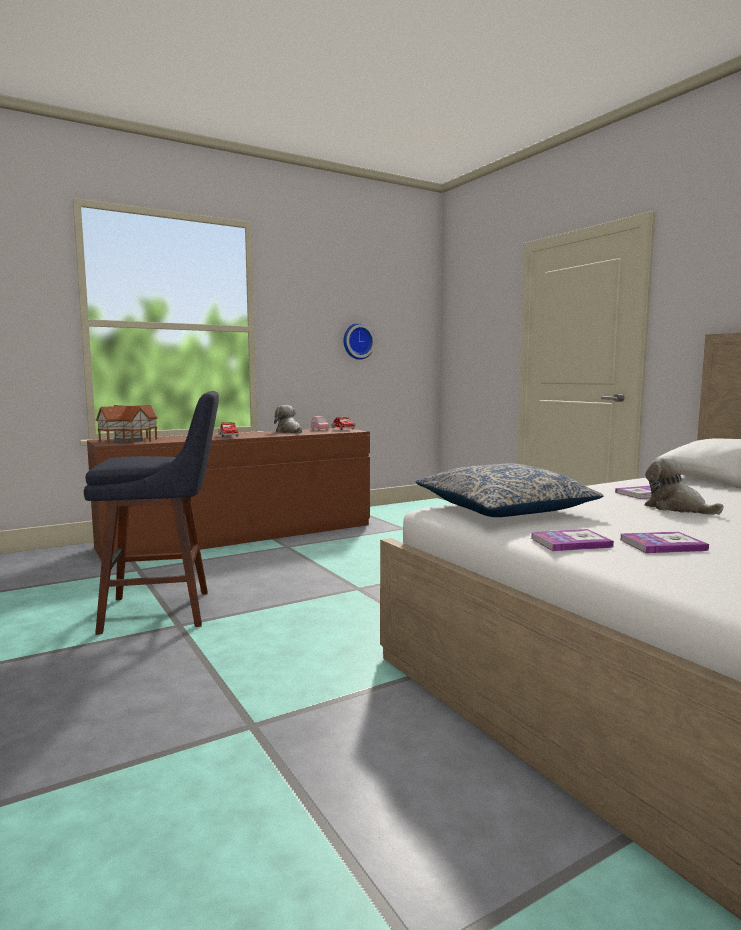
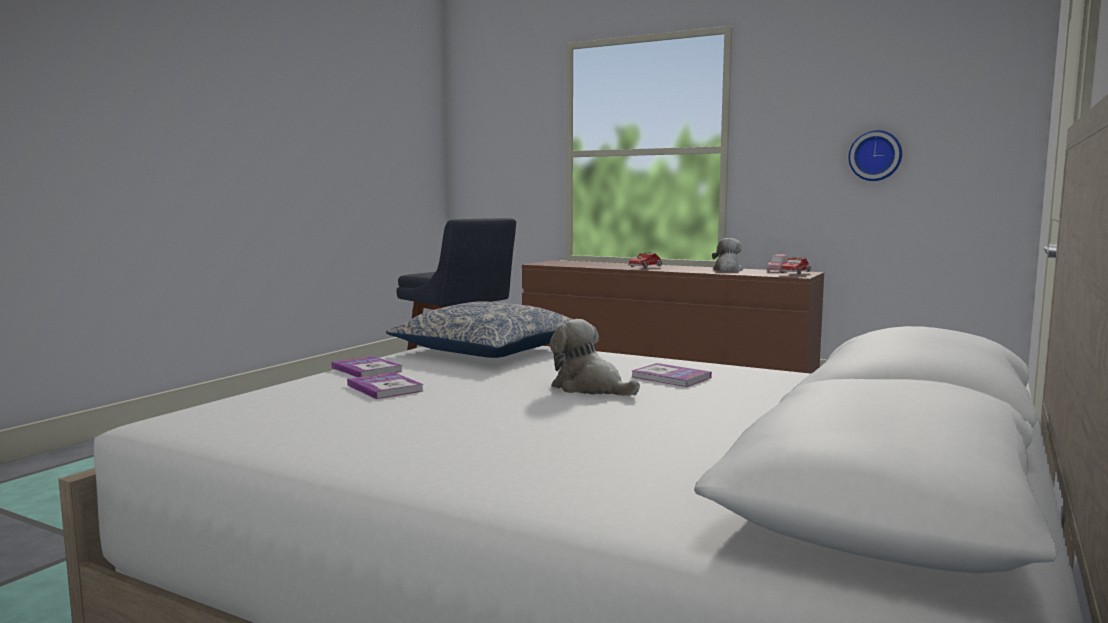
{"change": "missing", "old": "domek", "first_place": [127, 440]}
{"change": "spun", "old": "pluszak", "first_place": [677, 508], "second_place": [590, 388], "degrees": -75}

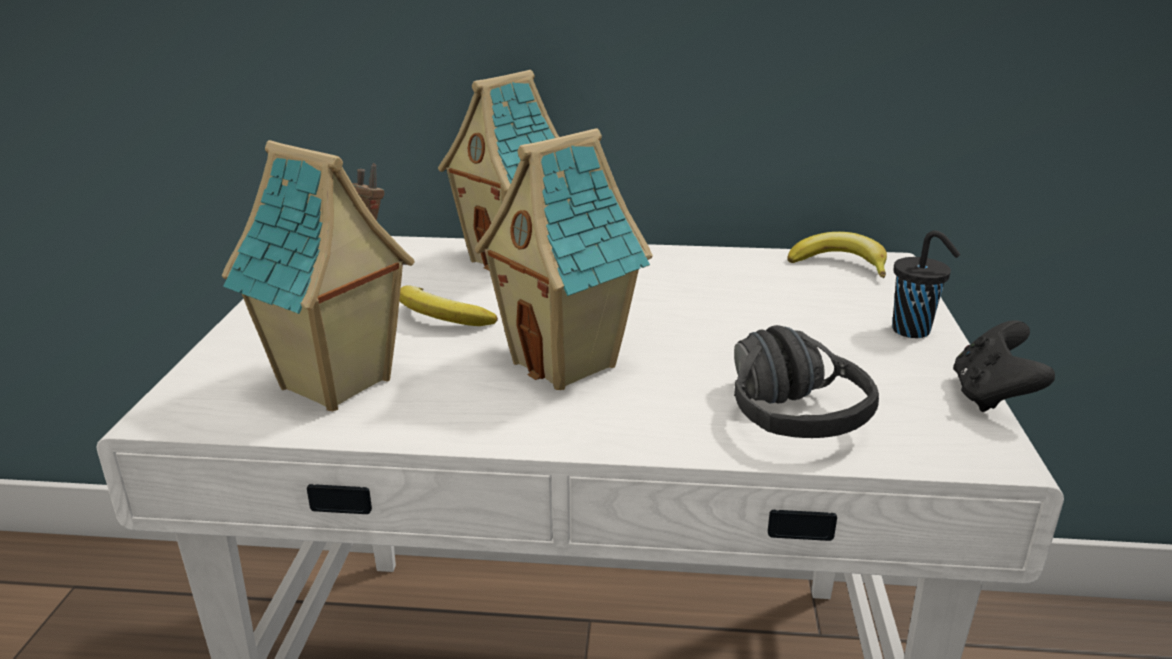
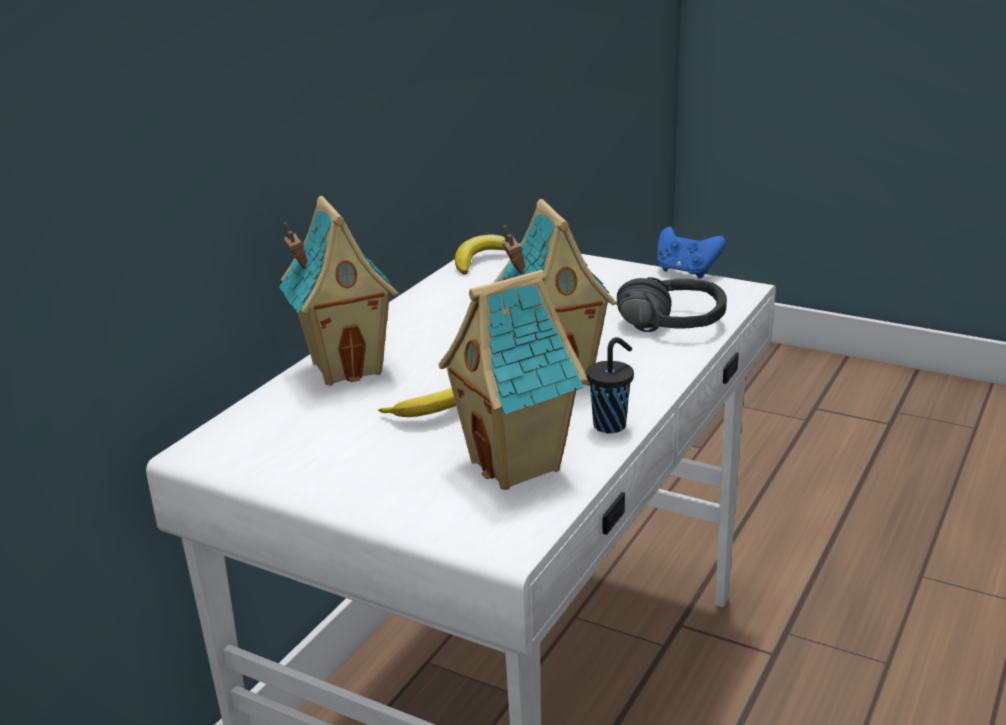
{"change": "relocated", "old": "filiżanka [czarny]", "first_place": [913, 331], "second_place": [611, 425]}
{"change": "colour", "old": "pad do gier [czarny]", "new": "pad do gier [niebieski]", "first_place": [991, 396], "second_place": [686, 271]}

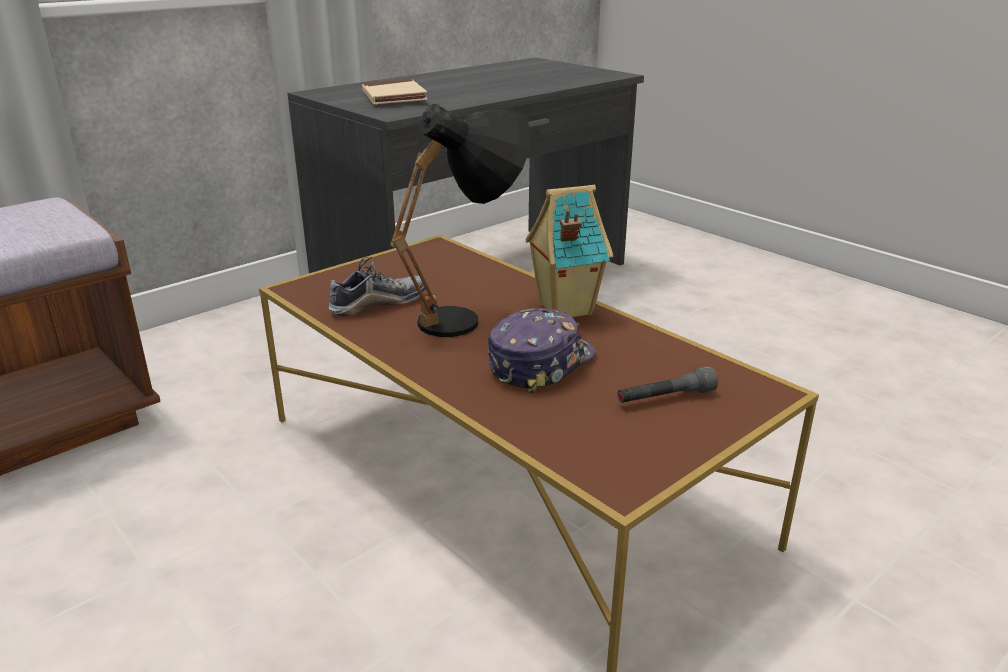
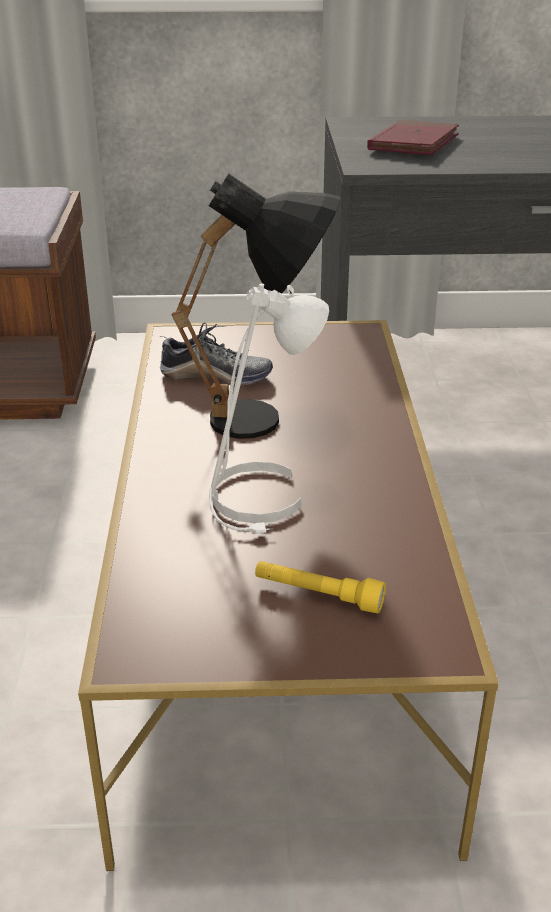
{"change": "colour", "old": "książka [beżowy]", "new": "książka [czerwony]", "first_place": [394, 97], "second_place": [413, 144]}
{"change": "missing", "old": "domek", "first_place": [564, 309]}
{"change": "exchanged", "old": "czapka z daszkiem", "new": "lampa stołowa [biały]", "first_place": [540, 363], "second_place": [260, 499]}
{"change": "colour", "old": "latarka [szary]", "new": "latarka [żółty]", "first_place": [665, 398], "second_place": [318, 595]}

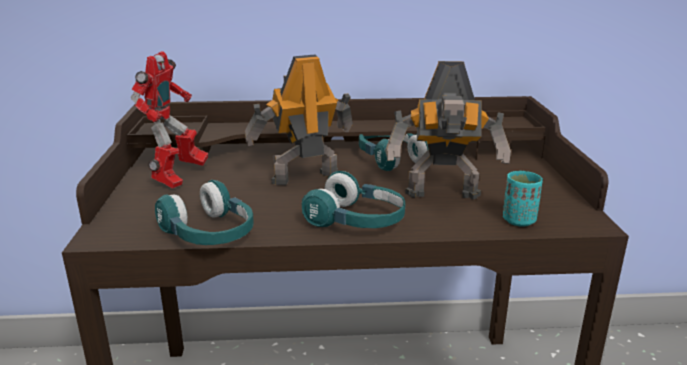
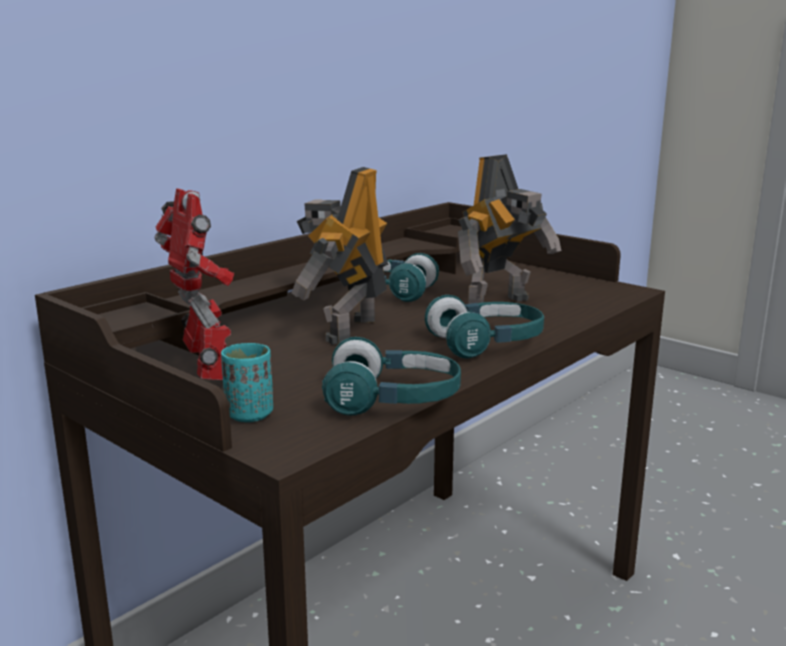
{"change": "relocated", "old": "filiżanka [turkusowy]", "first_place": [519, 220], "second_place": [249, 414]}

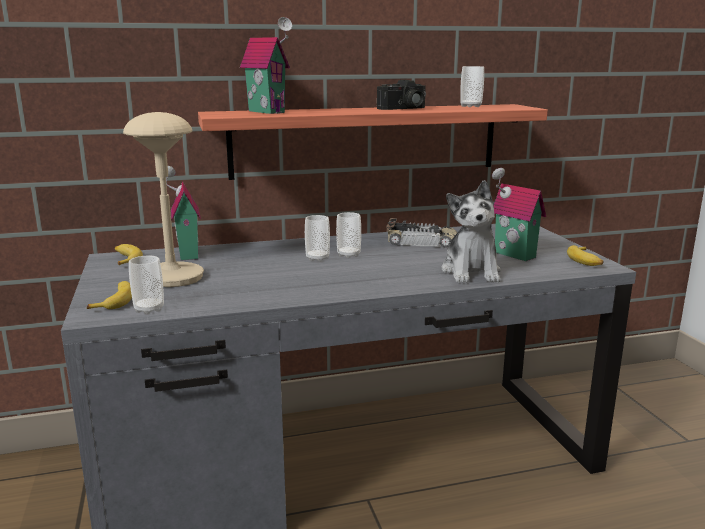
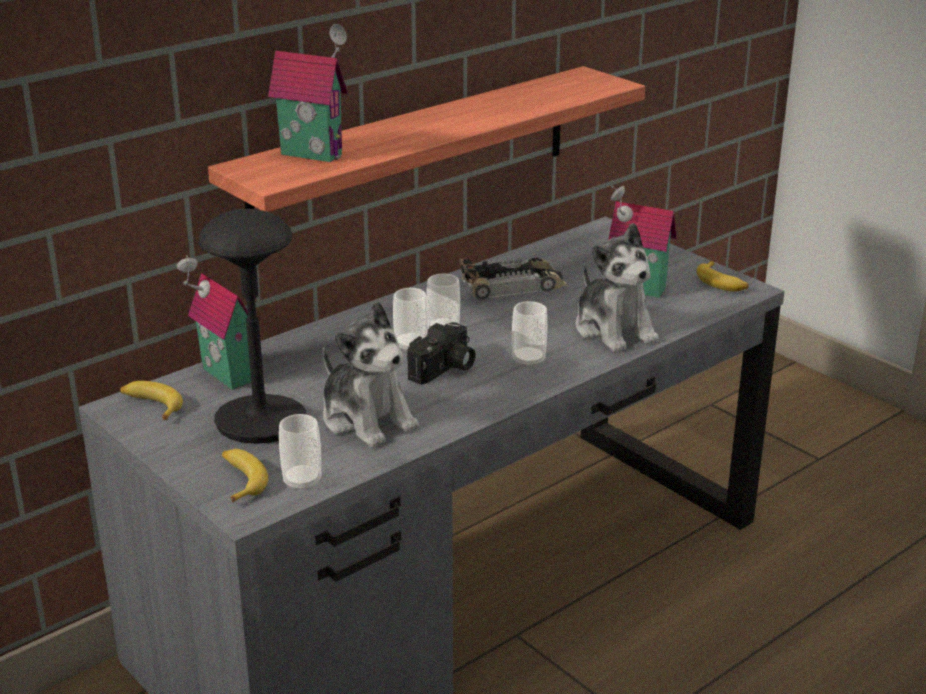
{"change": "relocated", "old": "filiżanka", "first_place": [470, 106], "second_place": [528, 361]}
{"change": "relocated", "old": "aparat fotograficzny", "first_place": [404, 108], "second_place": [444, 370]}
{"change": "colour", "old": "lampa stołowa [beżowy]", "new": "lampa stołowa [czarny]", "first_place": [171, 277], "second_place": [260, 423]}
{"change": "appeared", "new": "pluszak", "second_place": [367, 419]}

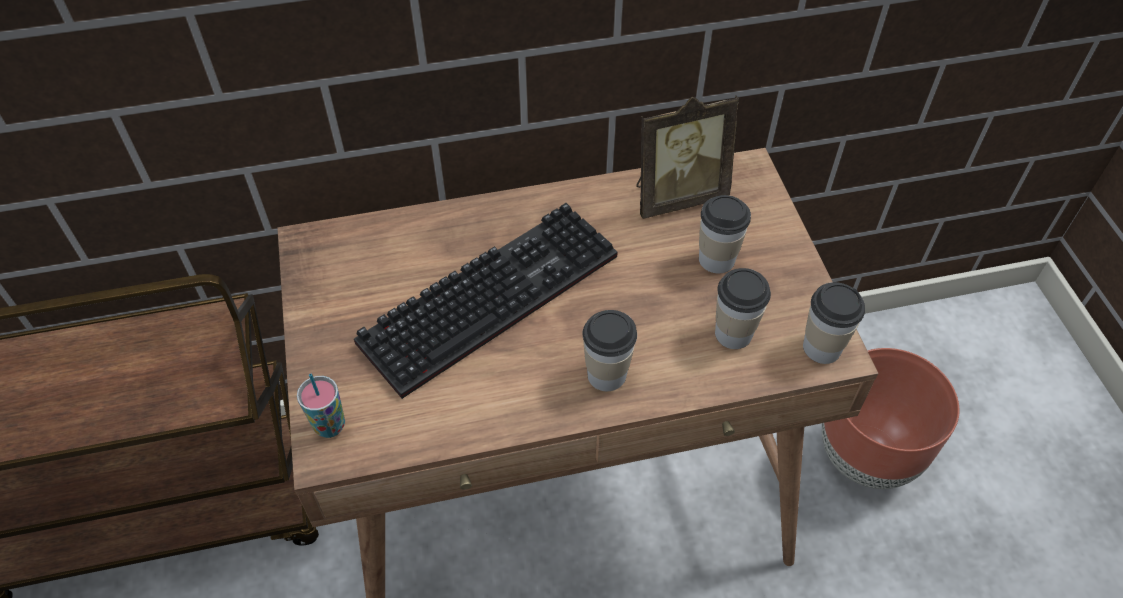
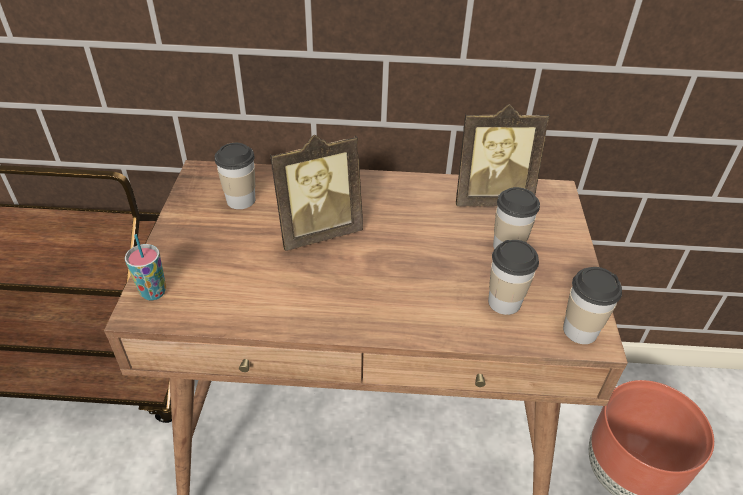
{"change": "exchanged", "old": "klawiatura", "new": "ramka na zdjęcie", "first_place": [491, 293], "second_place": [318, 232]}
{"change": "relocated", "old": "filiżanka", "first_place": [607, 374], "second_place": [241, 200]}

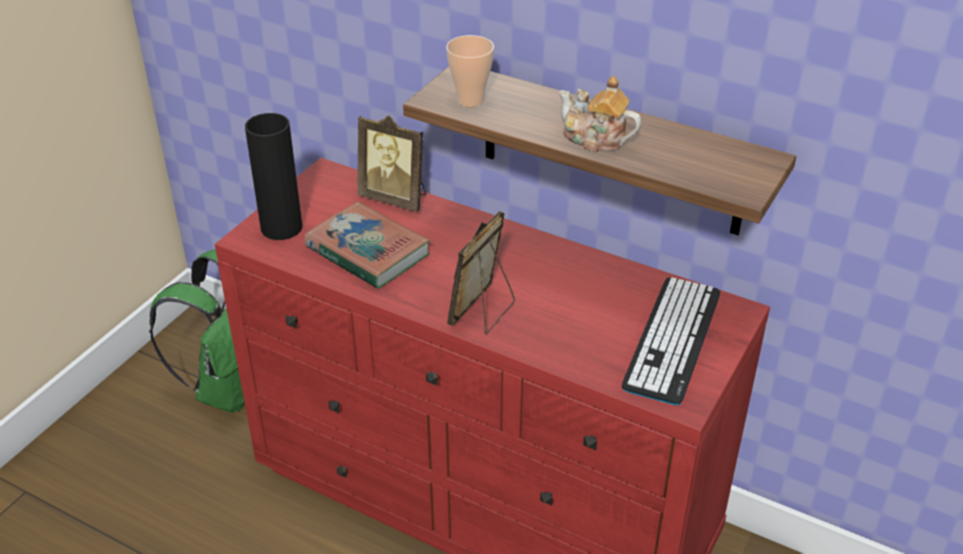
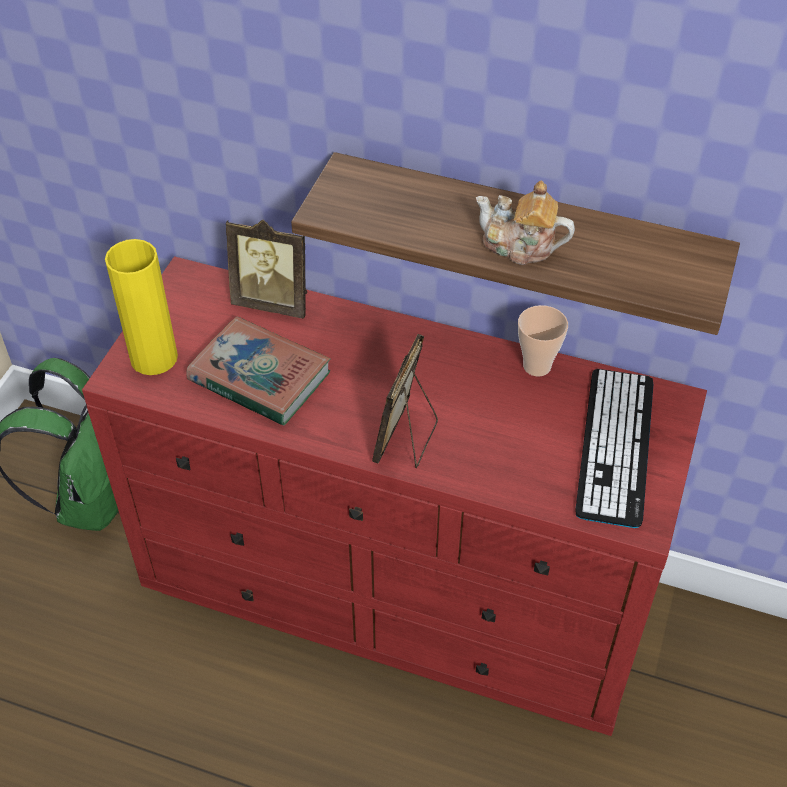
{"change": "relocated", "old": "filiżanka", "first_place": [470, 100], "second_place": [537, 366]}
{"change": "colour", "old": "wazon [czarny]", "new": "wazon [żółty]", "first_place": [281, 228], "second_place": [154, 358]}

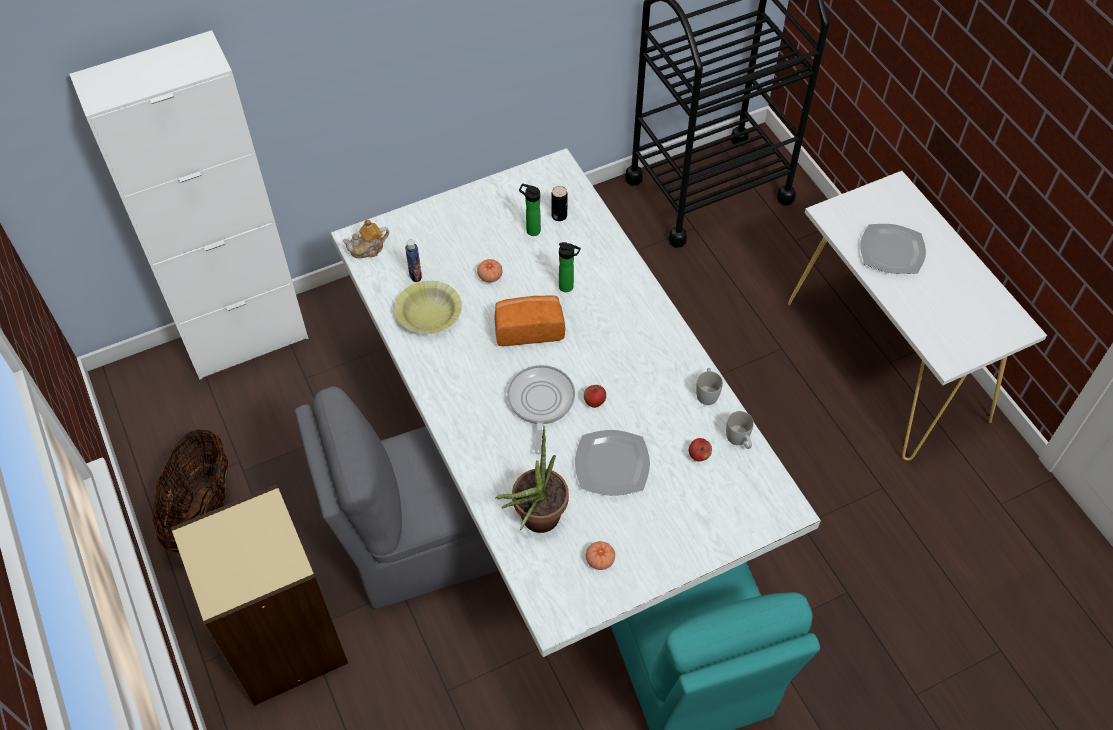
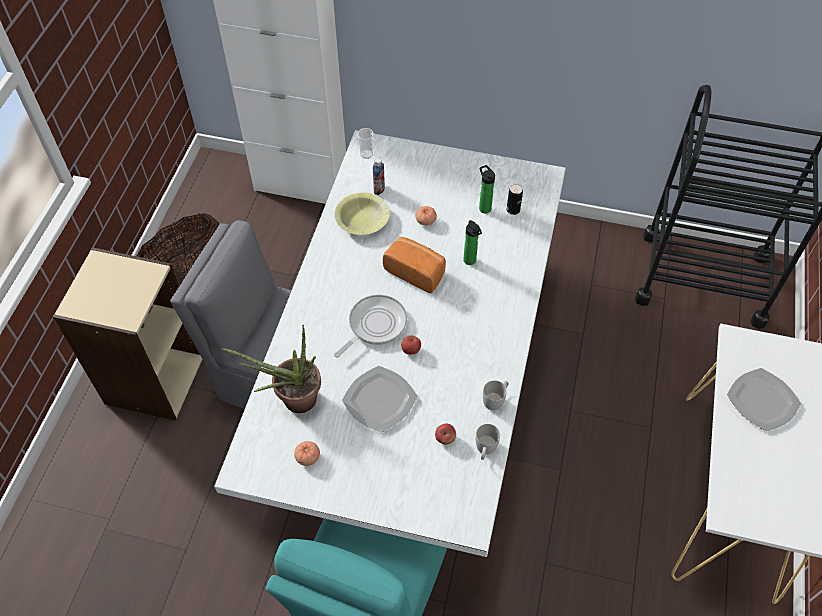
{"change": "exchanged", "old": "imbryk", "new": "filiżanka", "first_place": [368, 249], "second_place": [366, 154]}

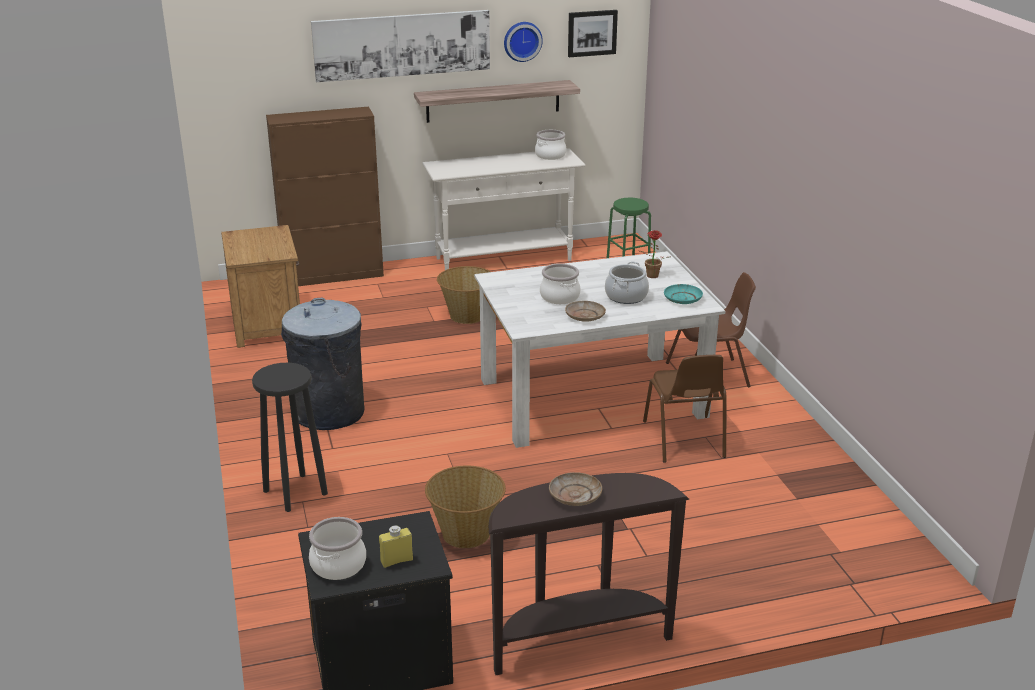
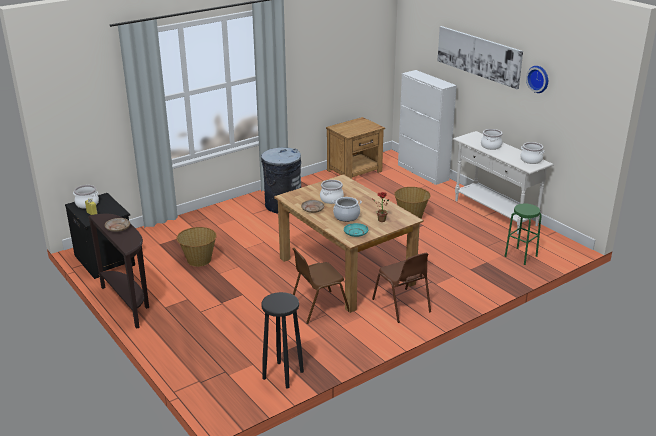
{"change": "missing", "old": "obraz", "first_place": [592, 33]}
{"change": "missing", "old": "półka", "first_place": [493, 101]}
{"change": "colour", "old": "szafka [brązowy]", "new": "szafka [biały]", "first_place": [333, 275], "second_place": [423, 172]}
{"change": "colour", "old": "stół jadalny [biały]", "new": "stół jadalny [brązowy]", "first_place": [591, 398], "second_place": [345, 271]}
{"change": "relocated", "old": "stołek [czarny]", "first_place": [294, 492], "second_place": [282, 374]}
{"change": "appeared", "new": "garnek", "second_place": [490, 146]}

